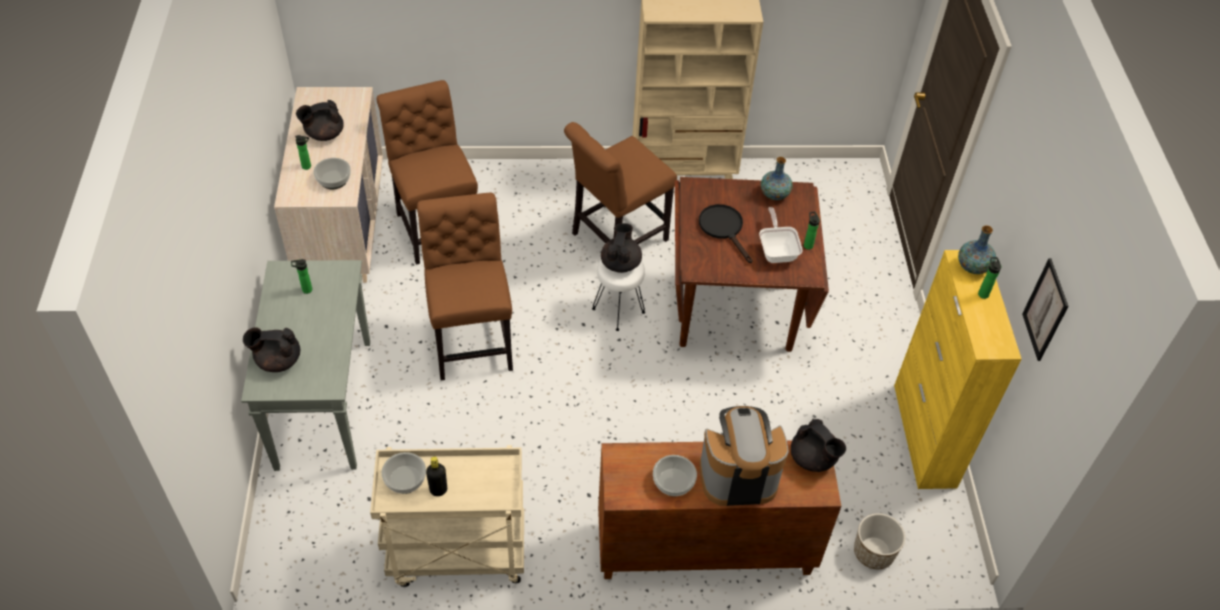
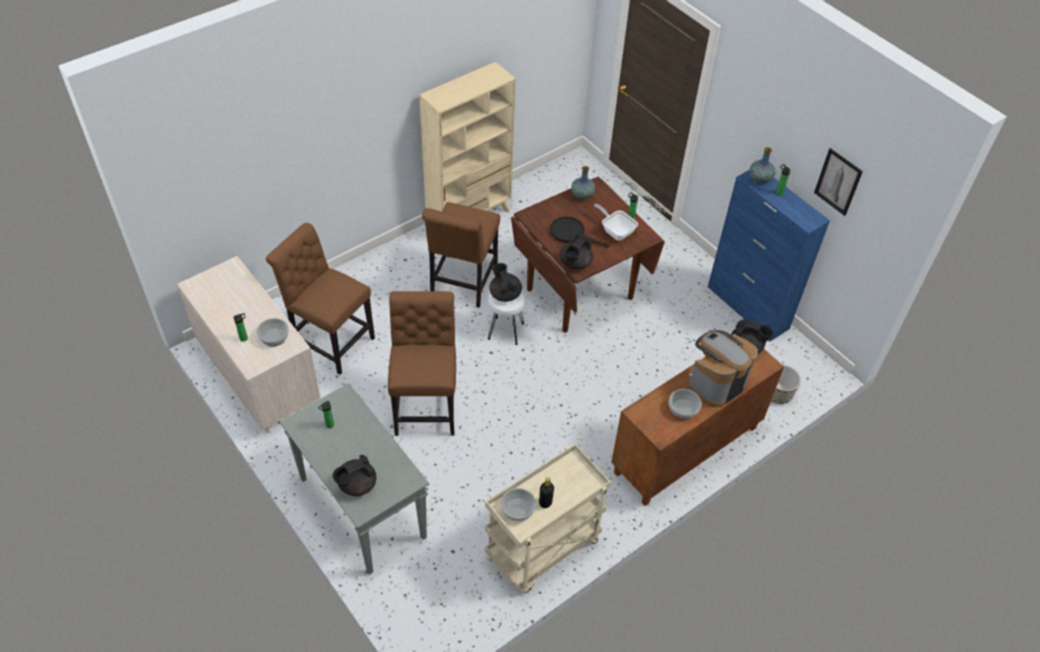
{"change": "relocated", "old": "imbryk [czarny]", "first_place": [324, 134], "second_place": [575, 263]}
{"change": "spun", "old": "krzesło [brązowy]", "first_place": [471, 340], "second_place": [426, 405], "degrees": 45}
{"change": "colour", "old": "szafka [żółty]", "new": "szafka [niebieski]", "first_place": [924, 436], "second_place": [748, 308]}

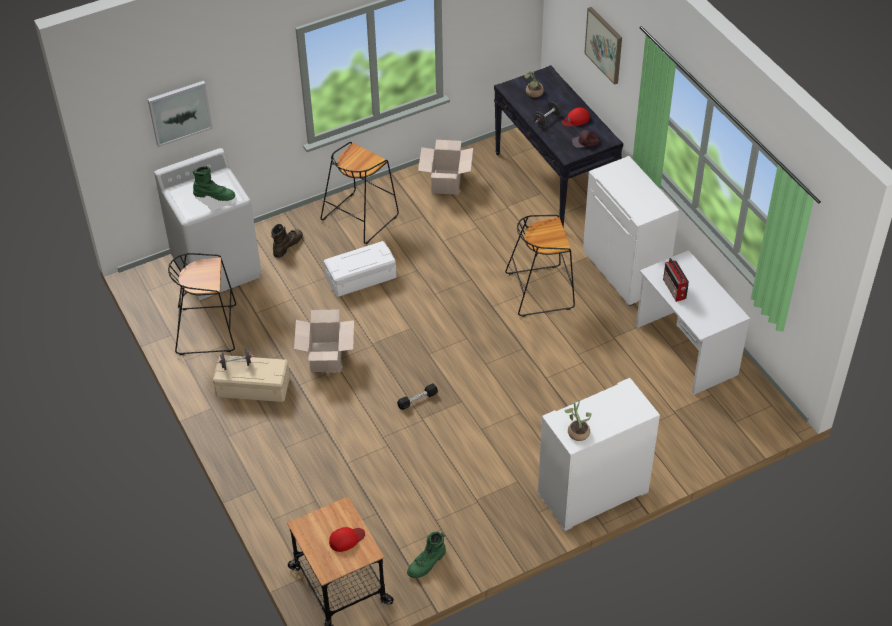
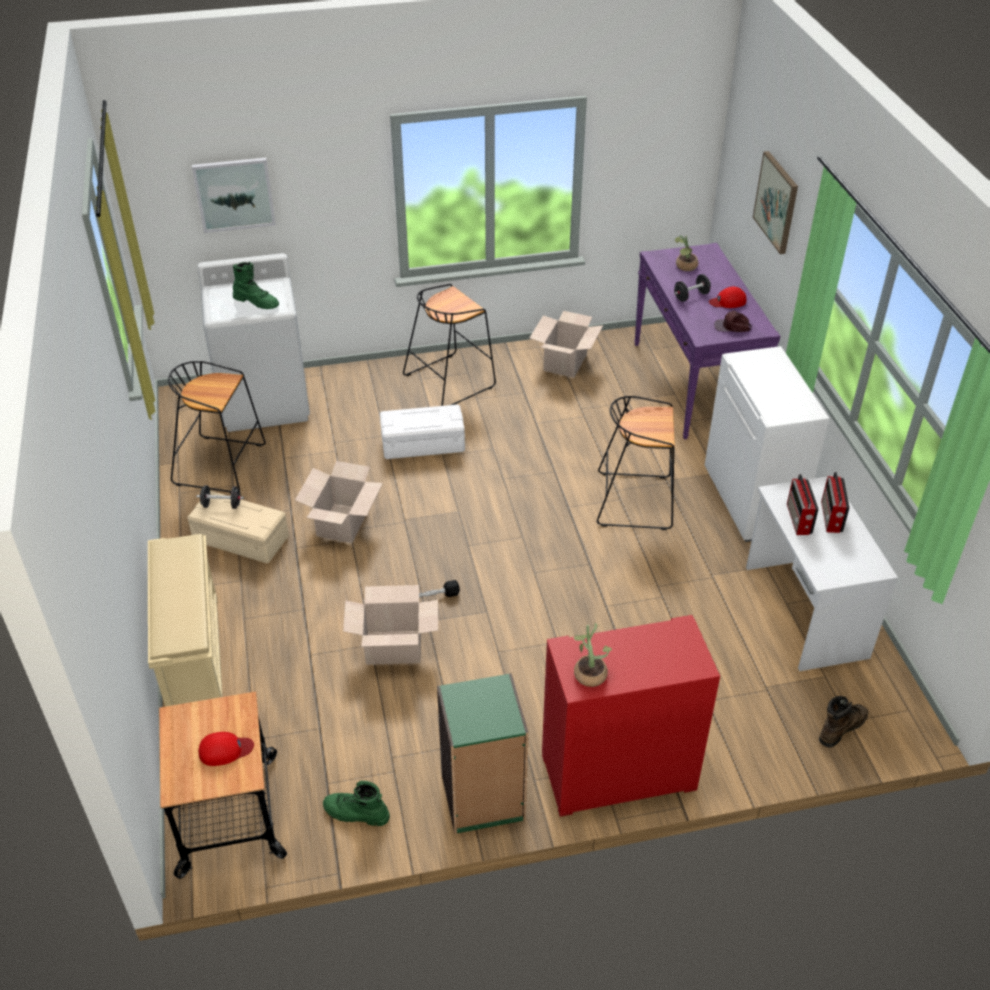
{"change": "colour", "old": "stolik konsolowy [czarny]", "new": "stolik konsolowy [fioletowy]", "first_place": [554, 182], "second_place": [694, 385]}
{"change": "relocated", "old": "but z cholewką [brązowy]", "first_place": [287, 245], "second_place": [841, 727]}
{"change": "colour", "old": "szafka [biały]", "new": "szafka [czerwony]", "first_place": [593, 494], "second_place": [617, 773]}
{"change": "spun", "old": "but z cholewką [zielony]", "first_place": [427, 563], "second_place": [356, 813], "degrees": 45}
{"change": "appeared", "new": "radio", "second_place": [831, 517]}
{"change": "appeared", "new": "regał na buty [beżowy]", "second_place": [193, 655]}
{"change": "appeared", "new": "karton", "second_place": [393, 648]}
{"change": "appeared", "new": "regał [zielony]", "second_place": [483, 798]}

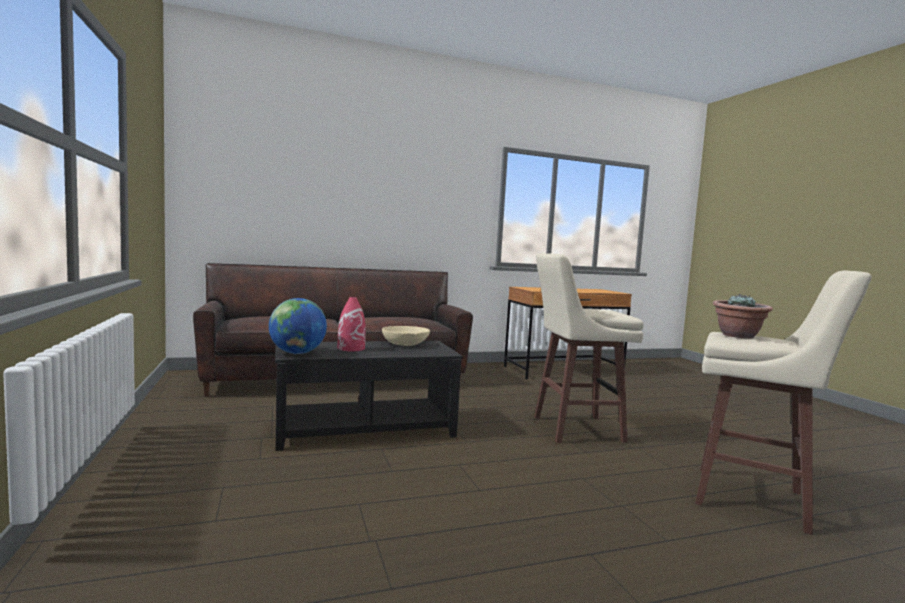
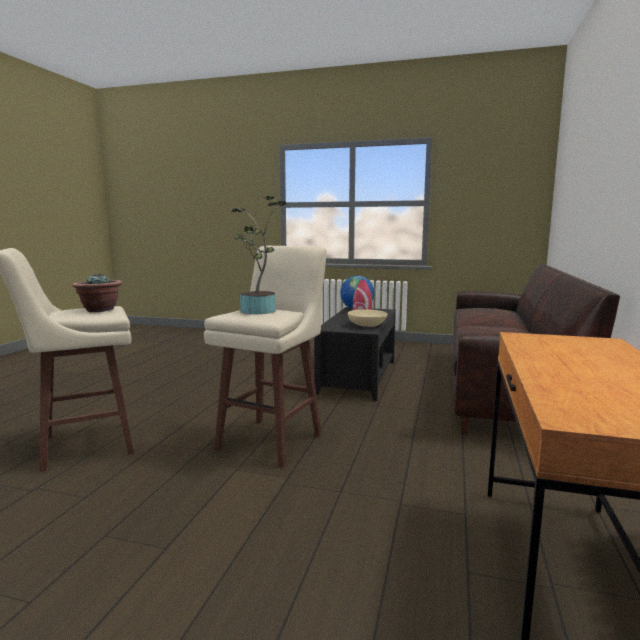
{"change": "appeared", "new": "roślina doniczkowa", "second_place": [257, 312]}

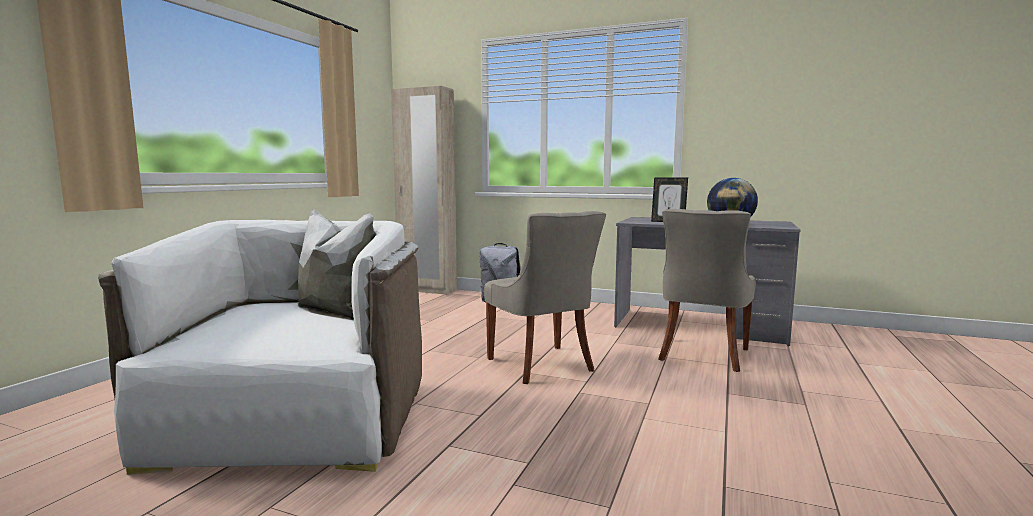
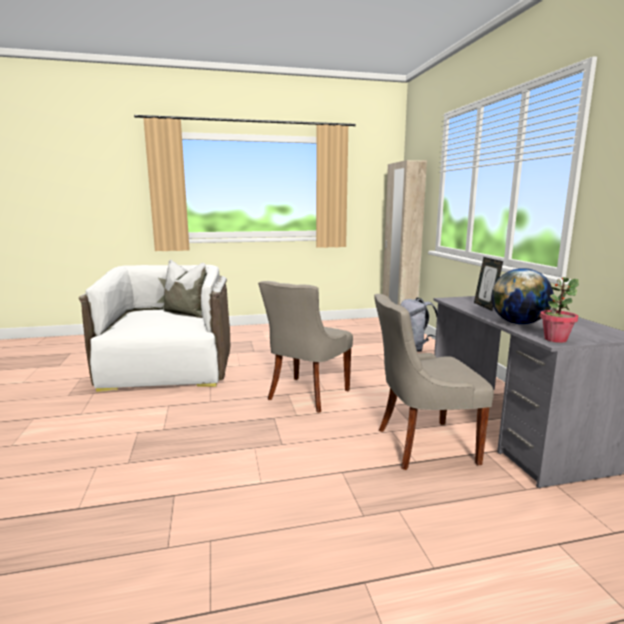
{"change": "spun", "old": "fotel [biały]", "first_place": [297, 420], "second_place": [168, 369], "degrees": -60}
{"change": "appeared", "new": "roślina doniczkowa", "second_place": [555, 339]}

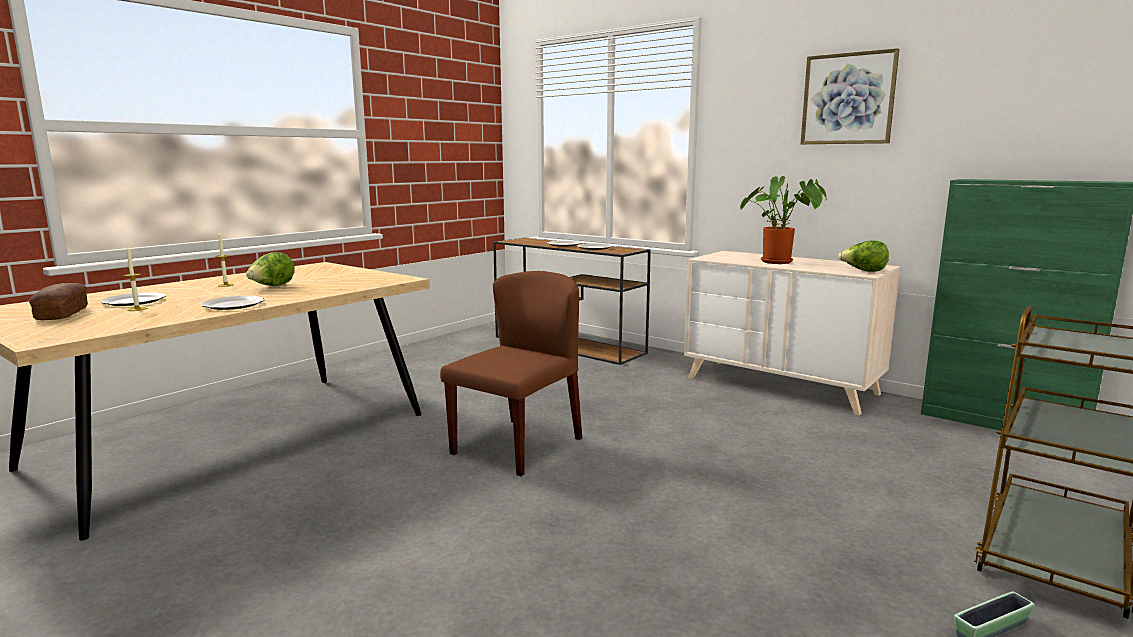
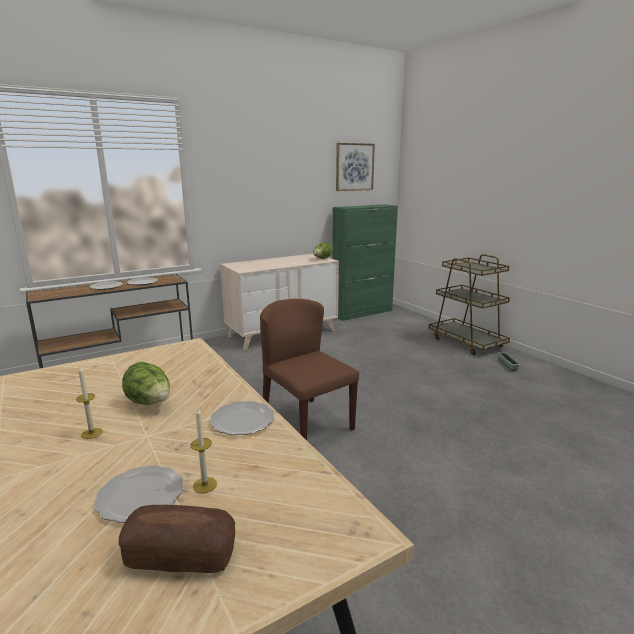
{"change": "relocated", "old": "obraz", "first_place": [848, 99], "second_place": [354, 167]}
{"change": "missing", "old": "roślina doniczkowa", "first_place": [780, 262]}

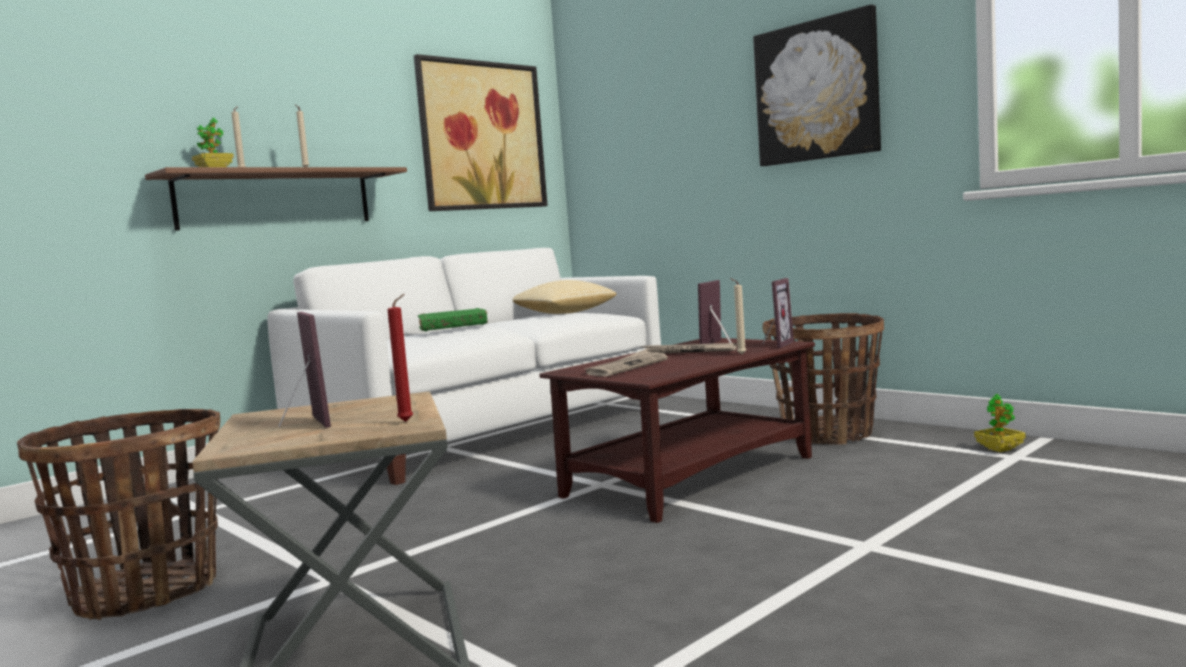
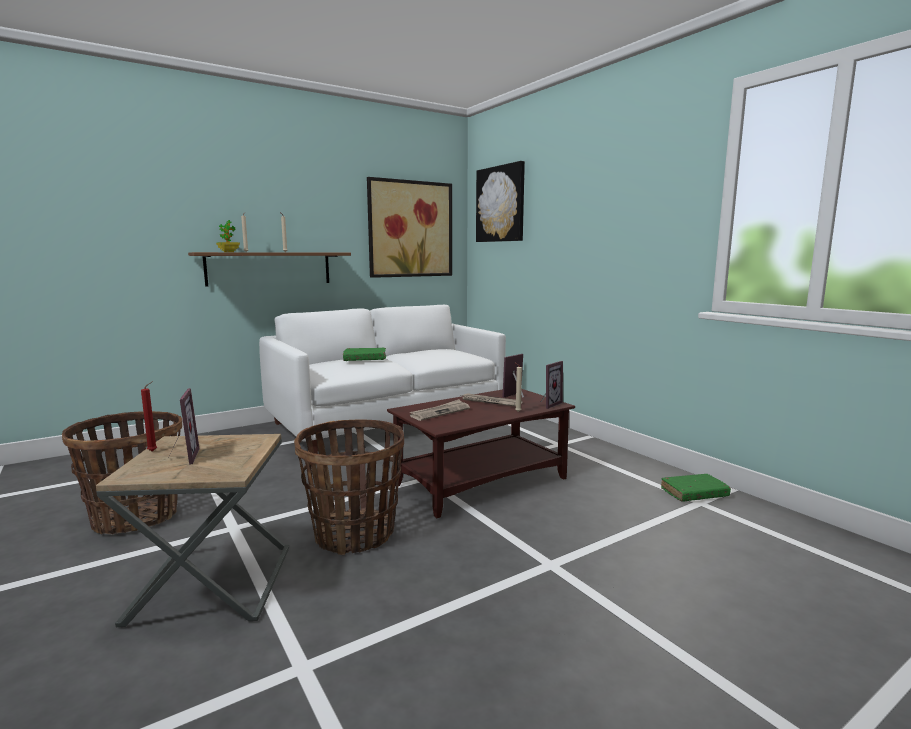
{"change": "relocated", "old": "obraz", "first_place": [817, 91], "second_place": [500, 204]}
{"change": "missing", "old": "poduszka", "first_place": [562, 313]}
{"change": "relocated", "old": "świeca [czerwony]", "first_place": [408, 421], "second_place": [154, 451]}
{"change": "relocated", "old": "koszyk", "first_place": [827, 434], "second_place": [354, 534]}
{"change": "exchanged", "old": "roślina doniczkowa", "new": "książka [zielony]", "first_place": [999, 449], "second_place": [694, 493]}

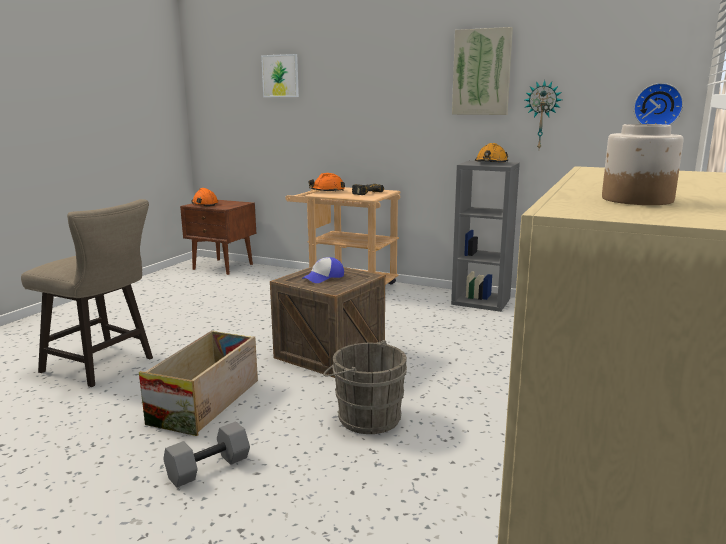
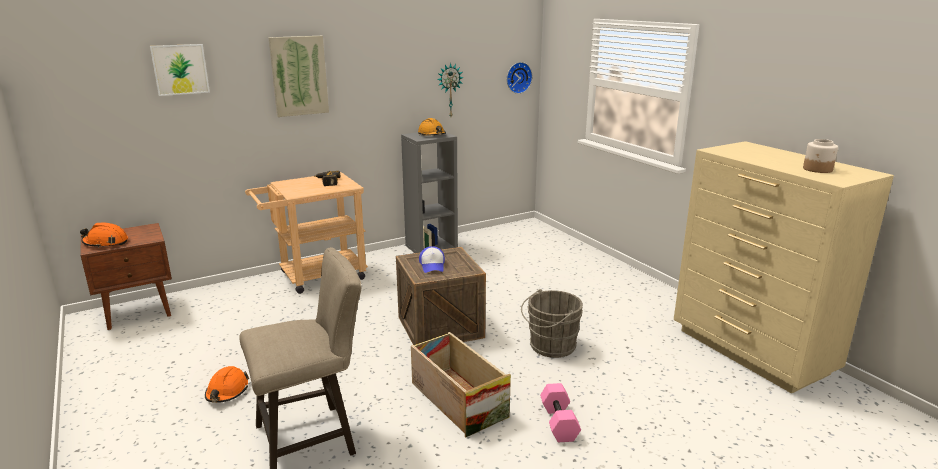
{"change": "relocated", "old": "obraz", "first_place": [481, 72], "second_place": [299, 76]}
{"change": "relocated", "old": "kask [pomarańczowy]", "first_place": [327, 191], "second_place": [227, 392]}
{"change": "colour", "old": "hantel [szary]", "new": "hantel [różowy]", "first_place": [208, 468], "second_place": [560, 423]}

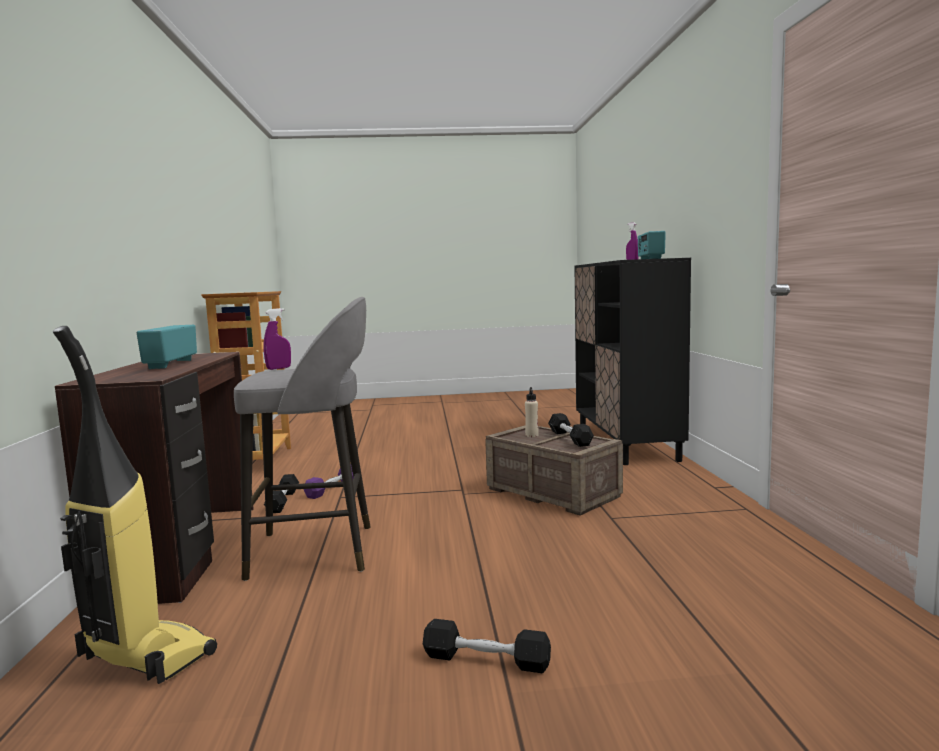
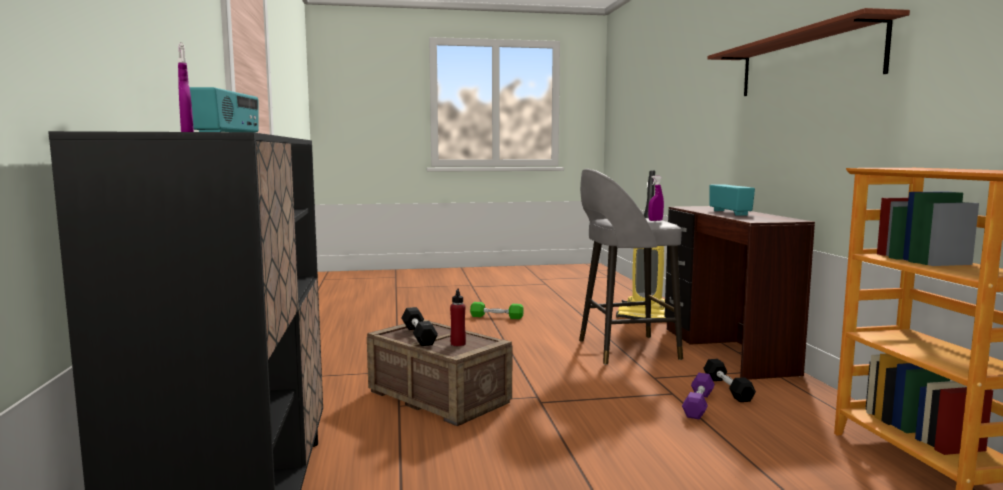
{"change": "colour", "old": "butelka [beżowy]", "new": "butelka [czerwony]", "first_place": [532, 435], "second_place": [458, 344]}
{"change": "colour", "old": "hantel [czarny]", "new": "hantel [zielony]", "first_place": [486, 660], "second_place": [496, 317]}
{"change": "appeared", "new": "półka", "second_place": [806, 62]}

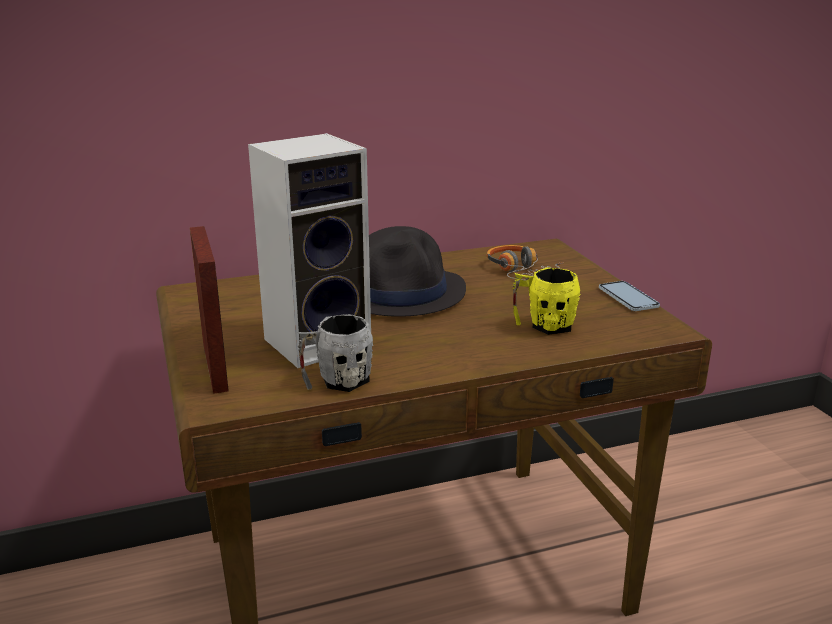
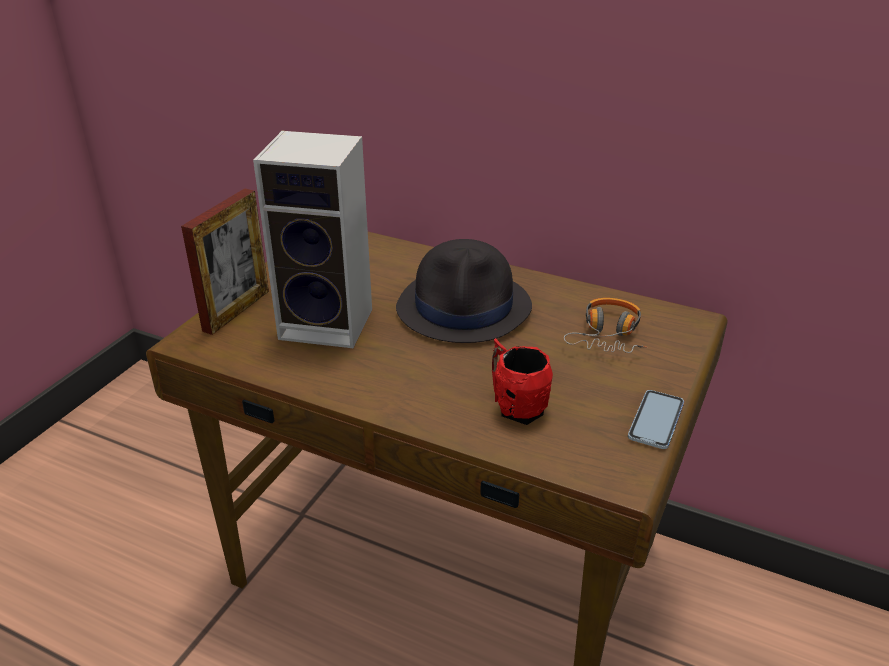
{"change": "colour", "old": "kubek [żółty]", "new": "kubek [czerwony]", "first_place": [543, 325], "second_place": [515, 405]}
{"change": "missing", "old": "kubek [szary]", "first_place": [337, 382]}

